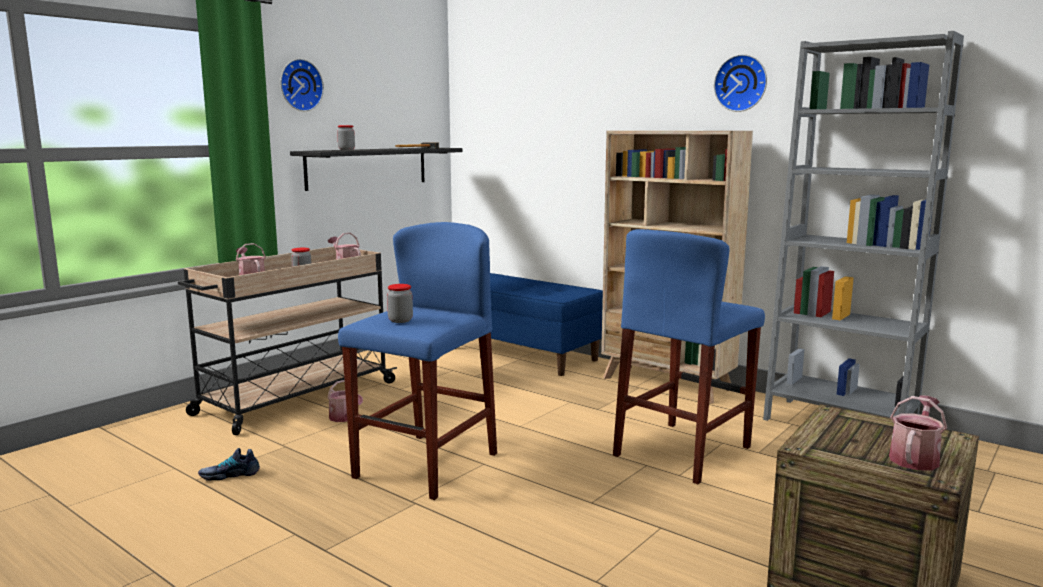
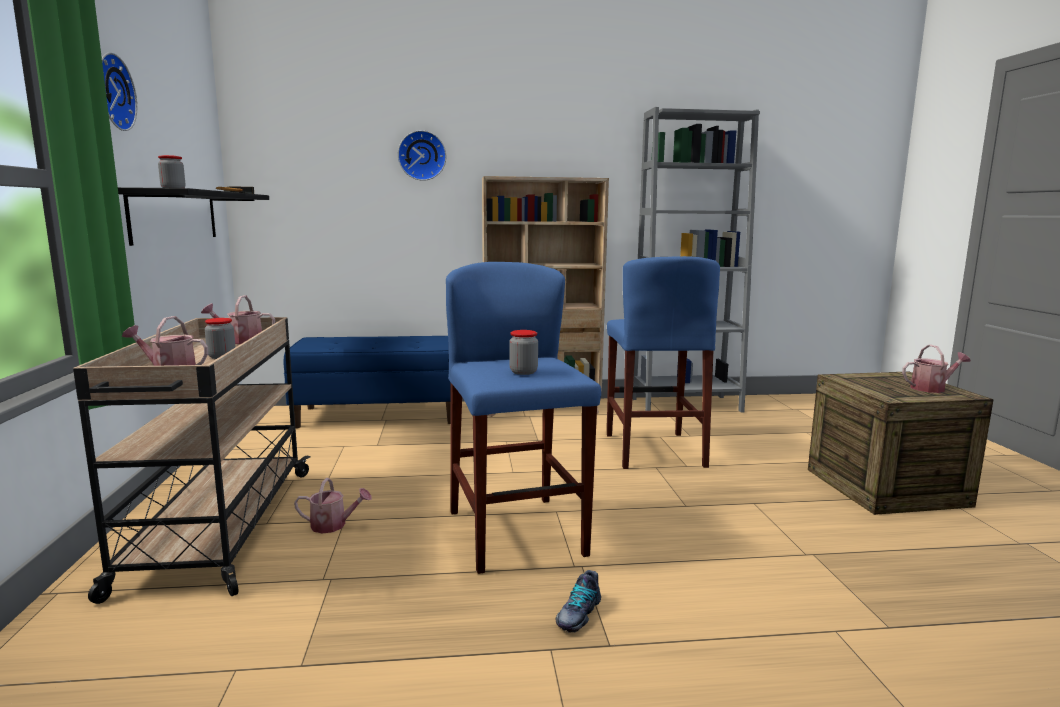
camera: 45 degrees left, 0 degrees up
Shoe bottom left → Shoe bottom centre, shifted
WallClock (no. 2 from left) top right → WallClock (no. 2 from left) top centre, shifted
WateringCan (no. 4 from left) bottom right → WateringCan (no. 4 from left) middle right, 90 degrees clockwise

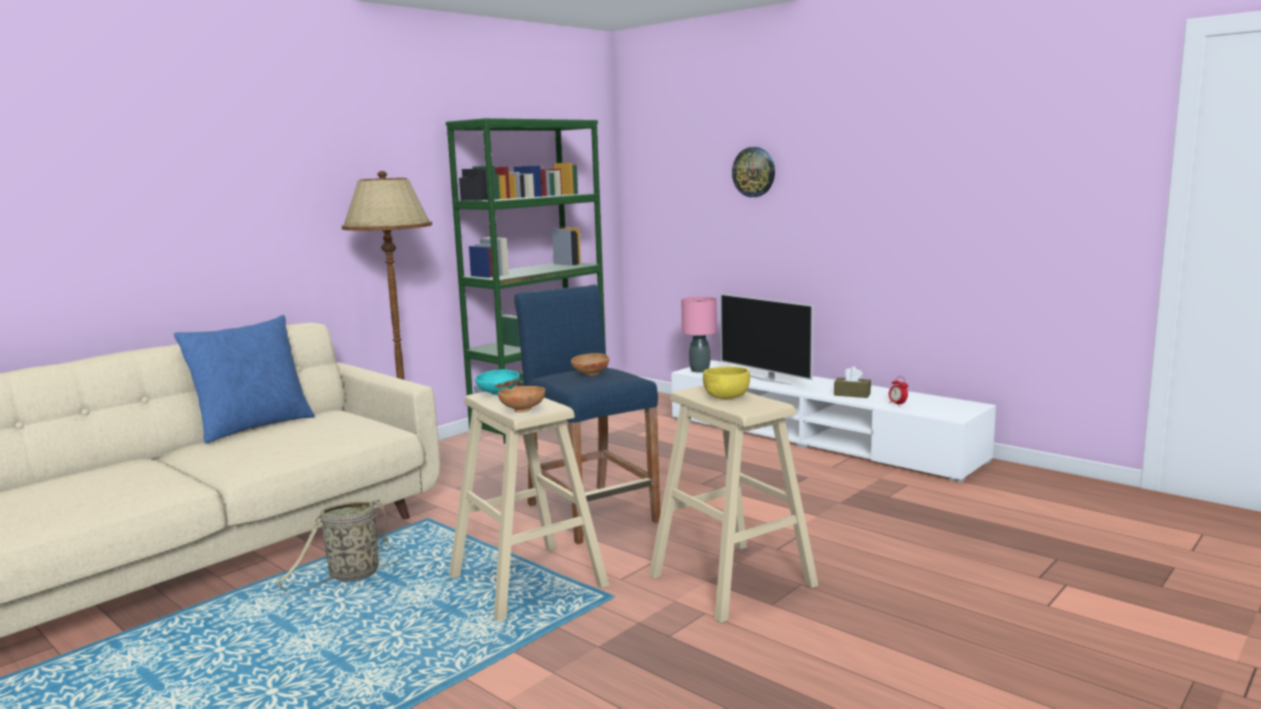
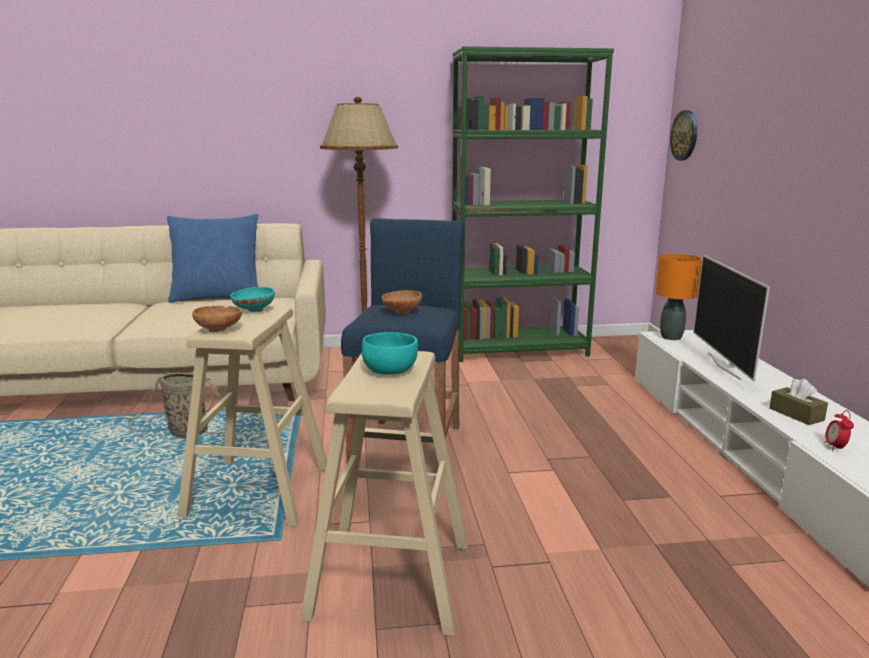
camera: 40 degrees right, 5 degrees up
WallClock top centre → WallClock top right, shifted
PinkTableLamp centre → OrangeTableLamp middle right
YellowBowl centre → TurquoiseBowl (no. 2 from left) centre

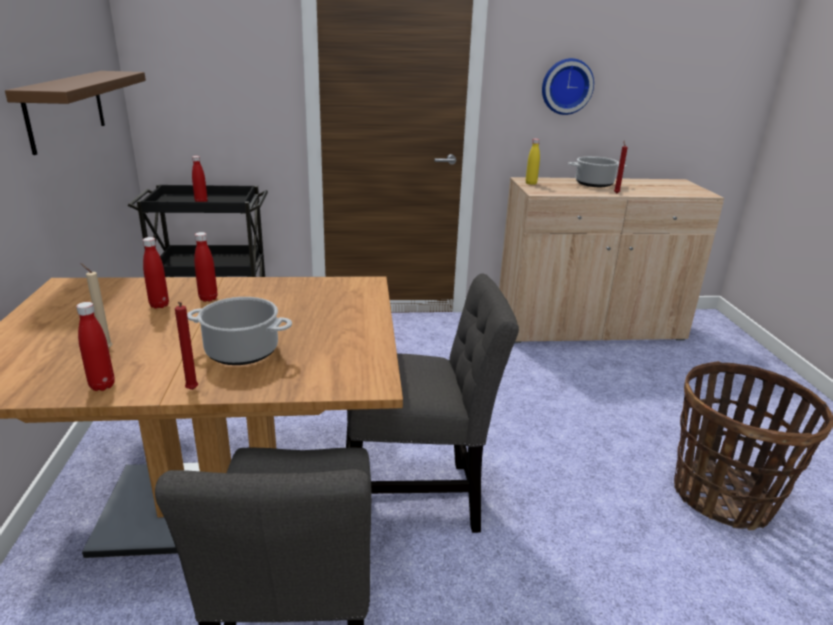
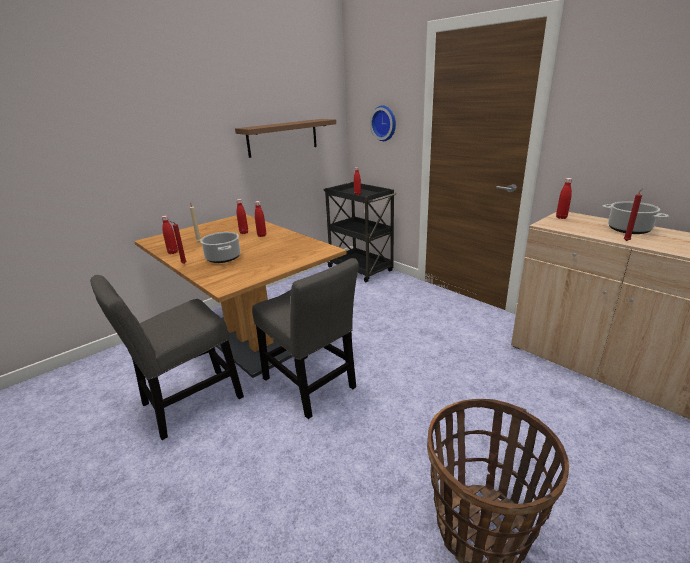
camera: 55 degrees right, 0 degrees up
WallClock top right → WallClock top centre, shifted
YellowBottle top centre → RedBottle (no. 5 from left) middle right

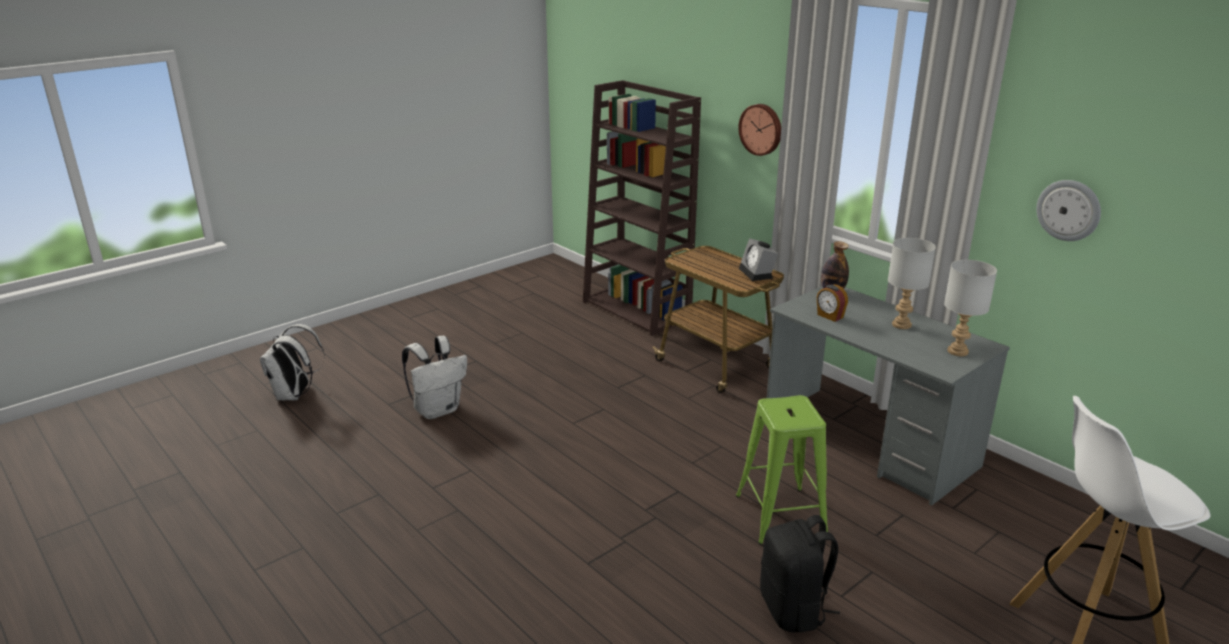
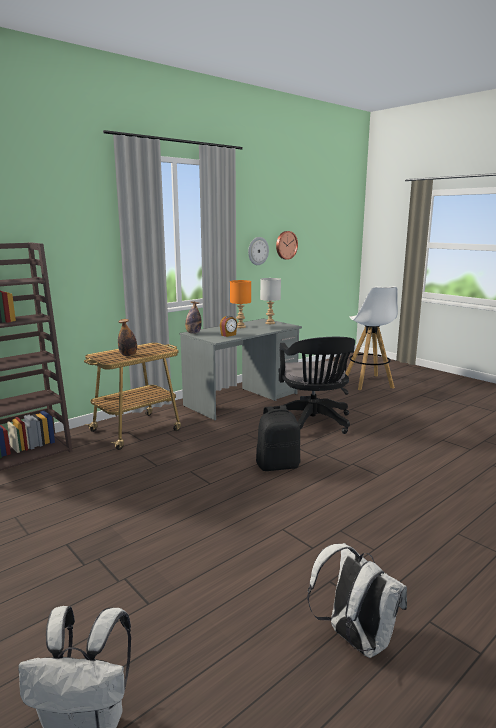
camera: 90 degrees left, 10 degrees down
AlarmClock (no. 1 from left) centre → -
- → Bottle (no. 1 from left) middle left
WhiteBackpack (no. 2 from left) centre → WhiteBackpack (no. 2 from left) bottom right, shifted
WallClock (no. 1 from left in the first image) top centre → WallClock (no. 2 from left) centre, shifted
BlackBackpack bottom centre → BlackBackpack centre, shifted
GreenStool bottom centre → BlackOfficeChair centre
GreyTableLamp (no. 1 from left) middle right → OrangeTableLamp centre

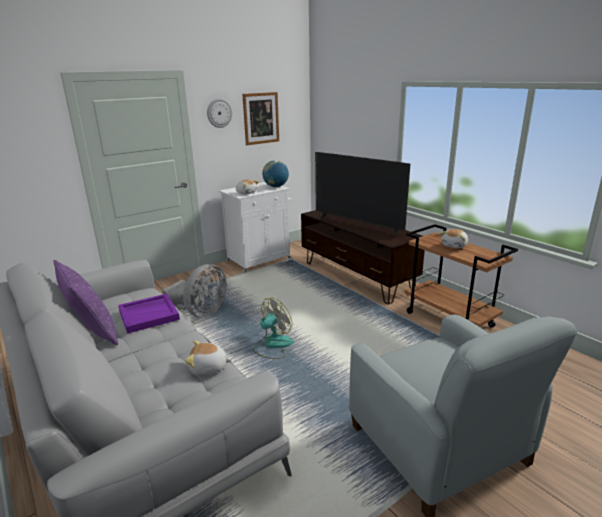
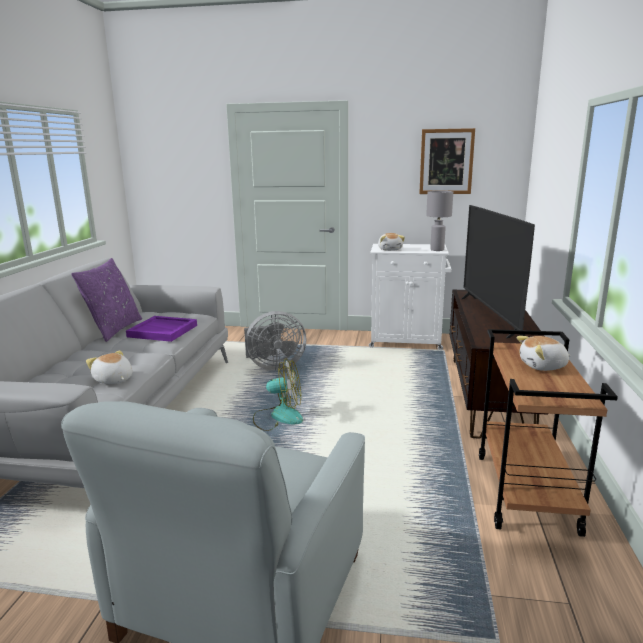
camera: 45 degrees right, 5 degrees down
WallClock top centre → -
Globe centre → GreyTableLamp middle right

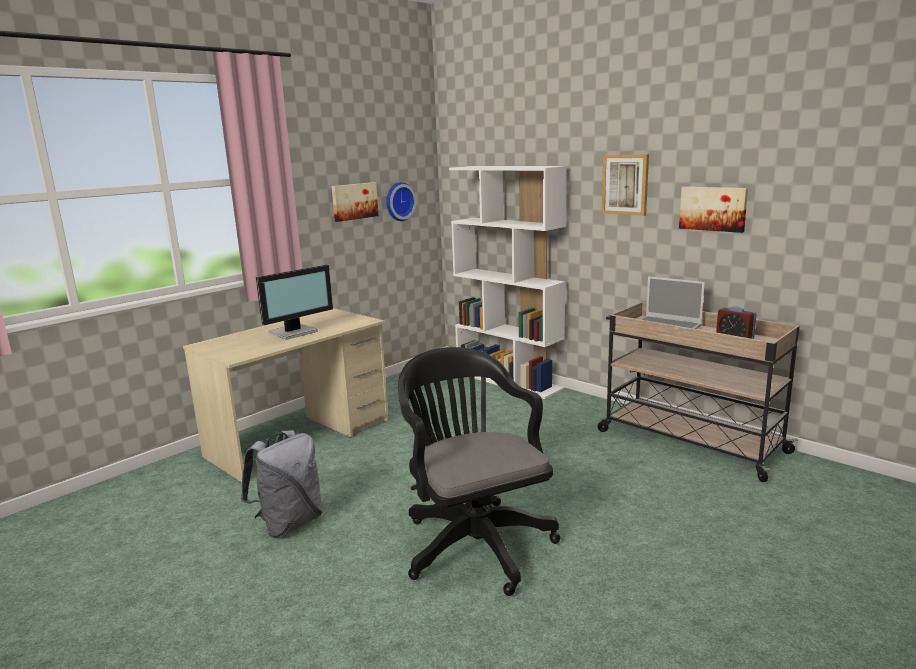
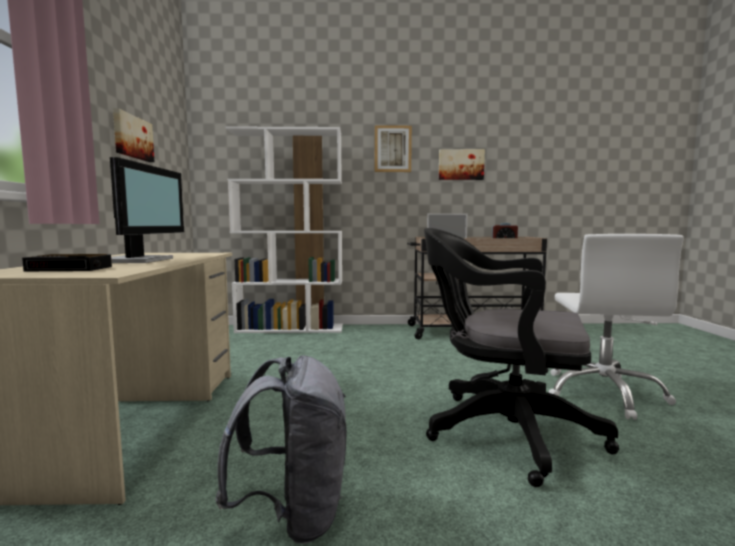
camera: 45 degrees left, 10 degrees down
WallClock top centre → -
- → AlarmClock (no. 1 from left) middle left
- → WhiteOfficeChair middle right

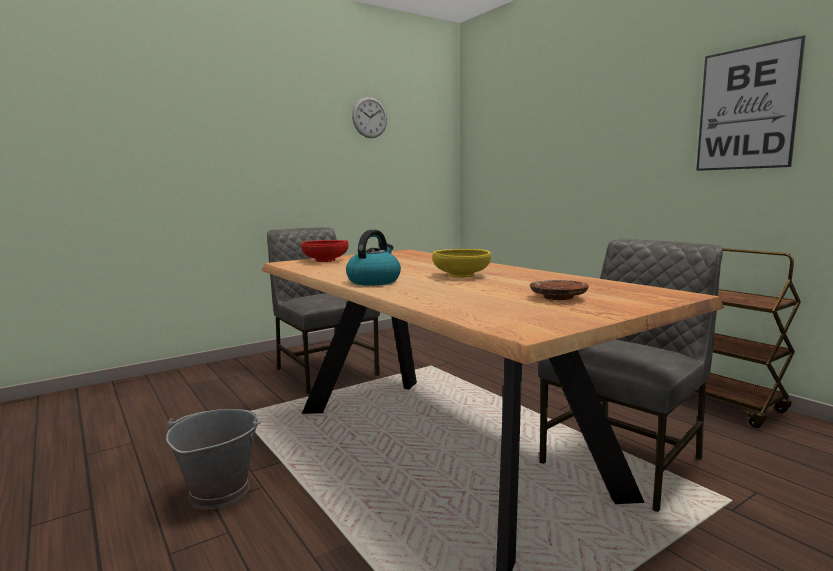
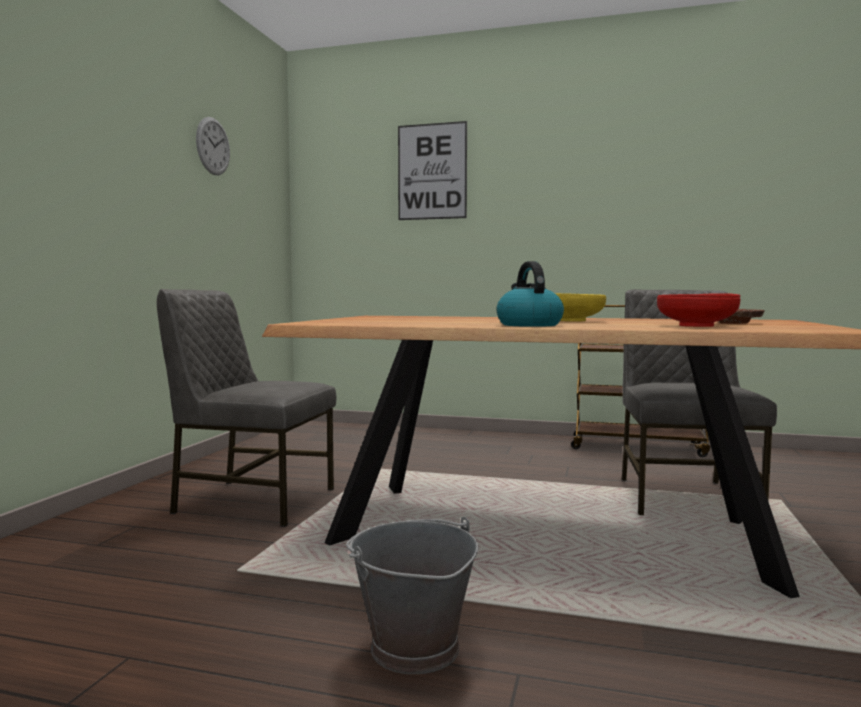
camera: 40 degrees left, 5 degrees down
RedBowl centre → RedBowl middle right, shifted
Picture top right → Picture top centre, shifted

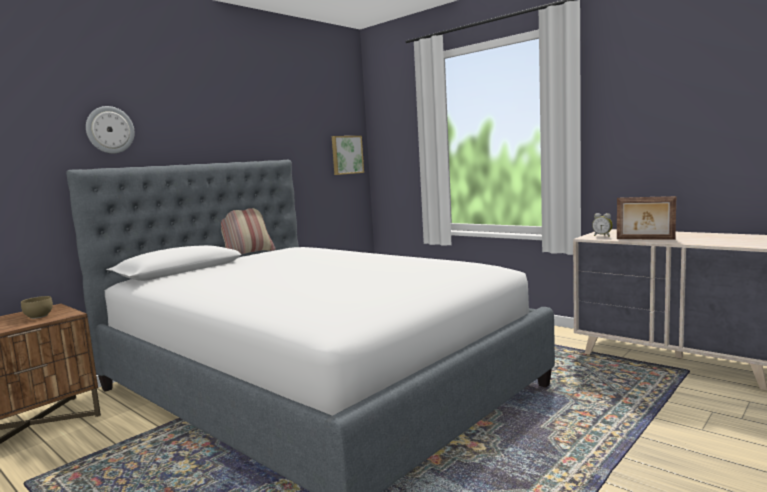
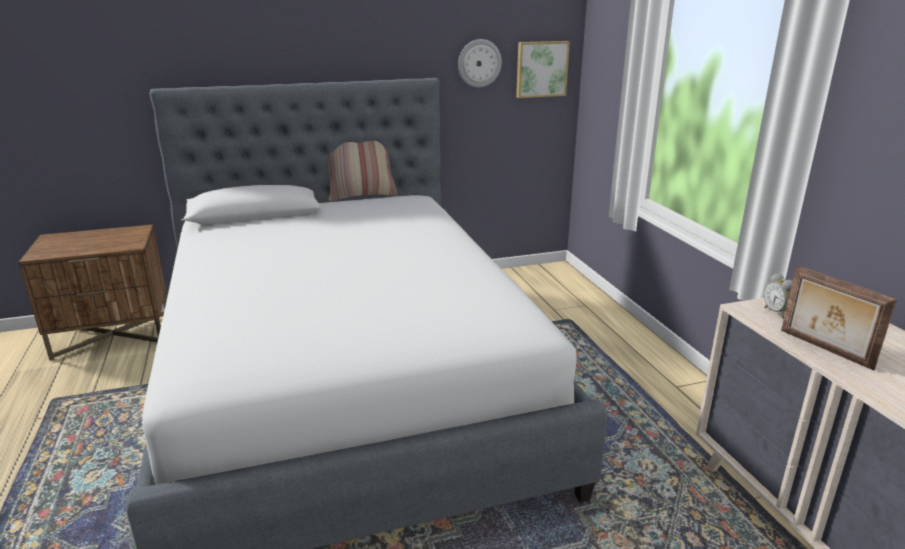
camera: 30 degrees right, 15 degrees up
BrownBowl middle left → -
WallClock top left → WallClock top centre, shifted

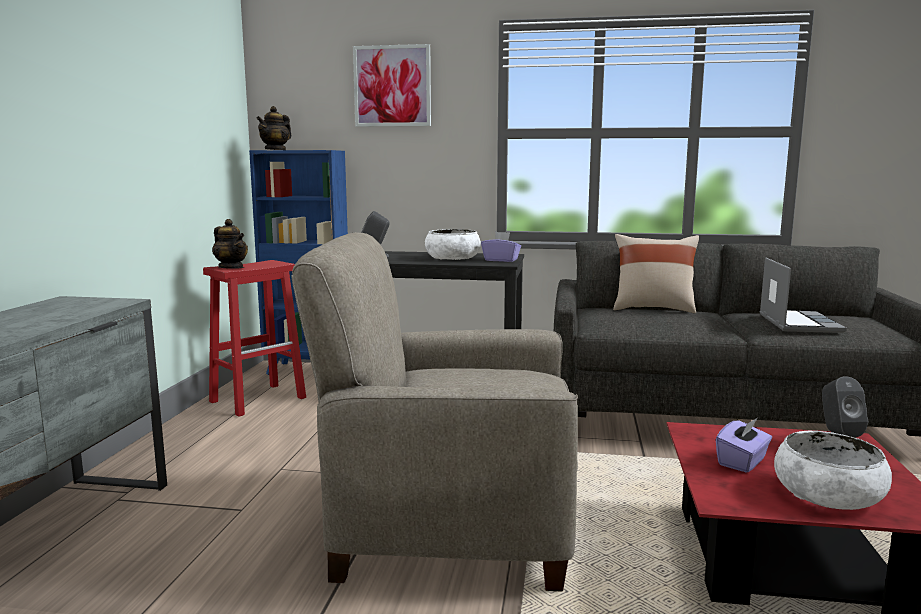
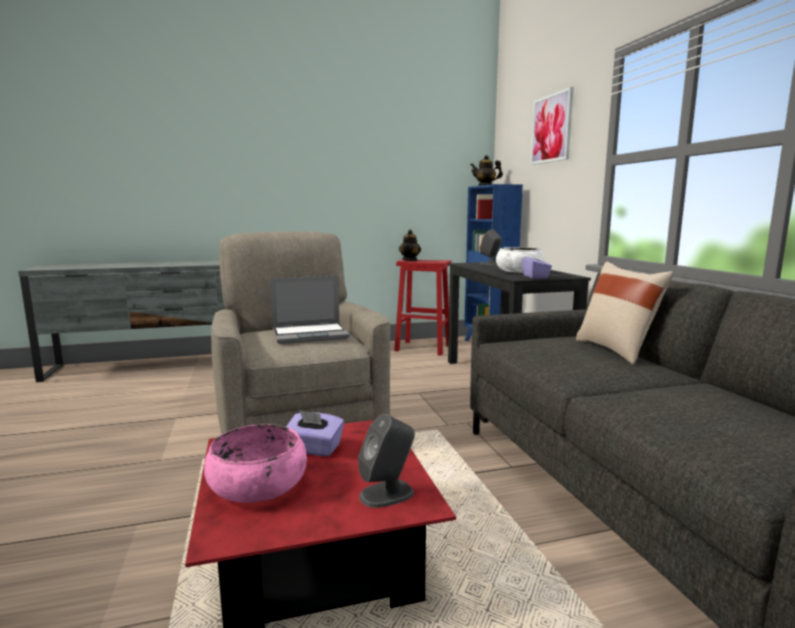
camera: 65 degrees right, 0 degrees up
Laptop middle right → Laptop centre, shifted
WhiteBowl (no. 2 from left) bottom right → PinkBowl bottom left

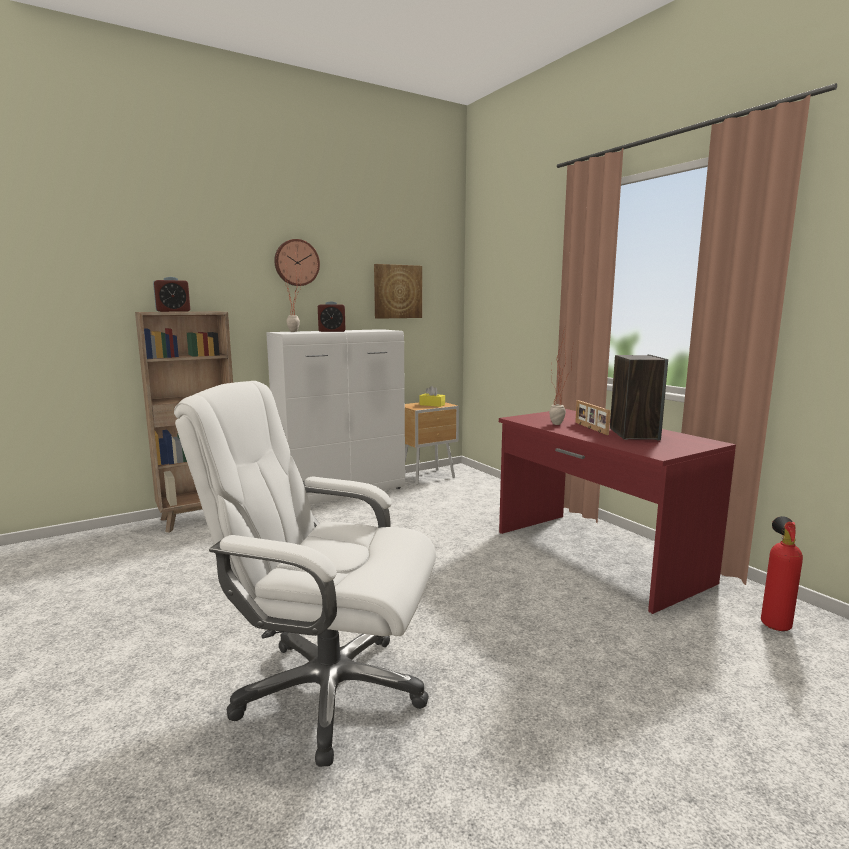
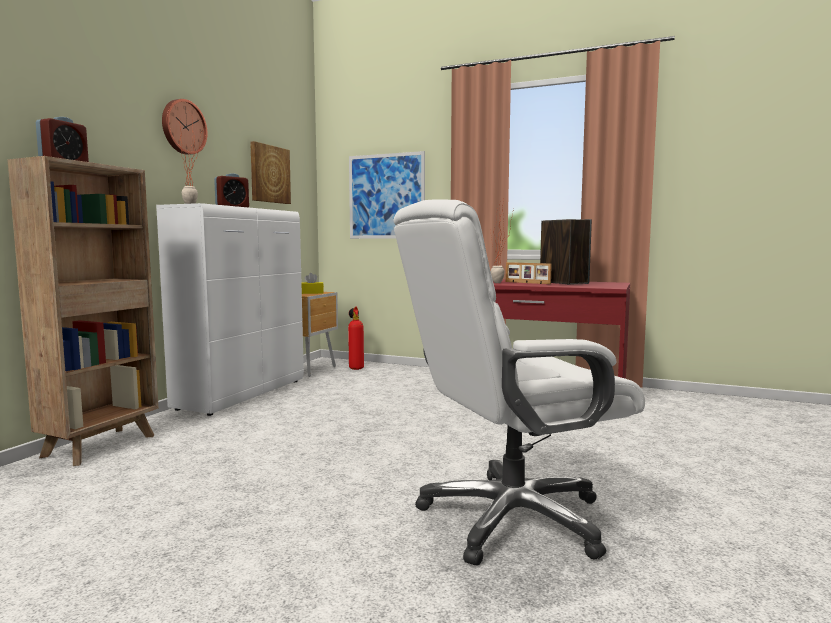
camera: 35 degrees left, 5 degrees down
- → Picture (no. 2 from left) top centre
FireExtinguisher bottom right → FireExtinguisher centre, shifted

